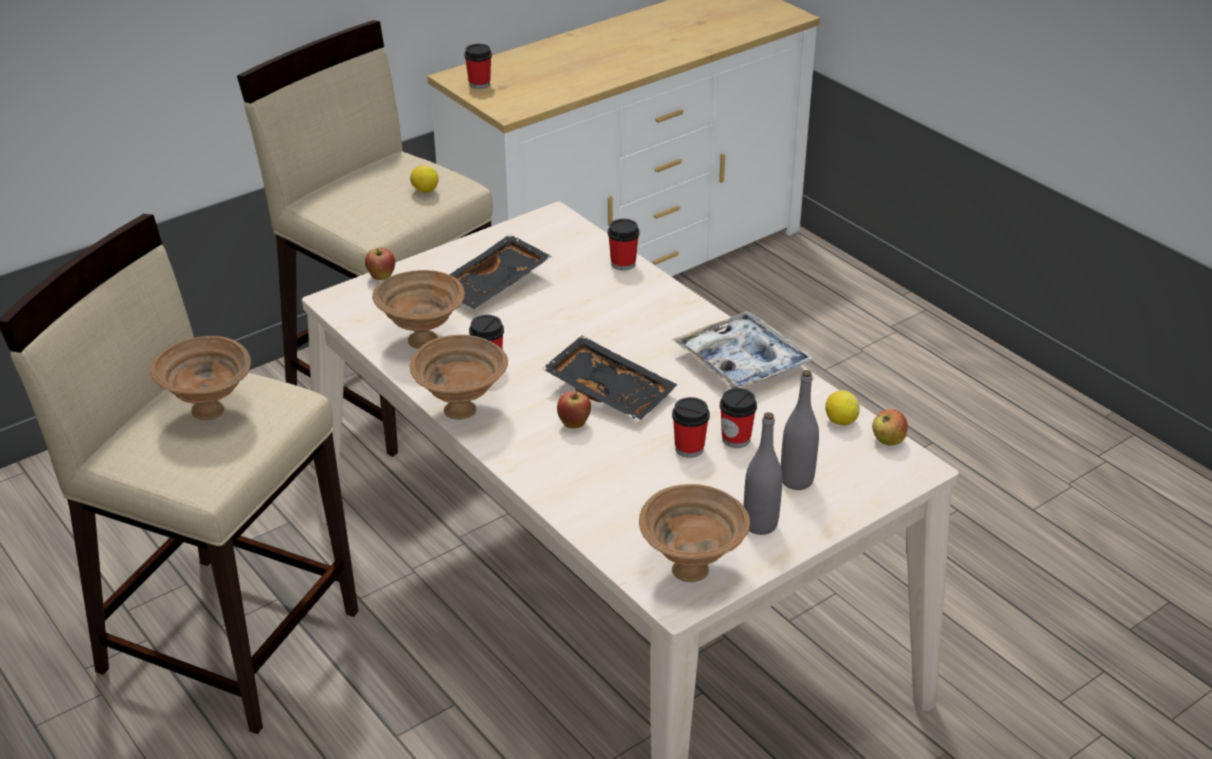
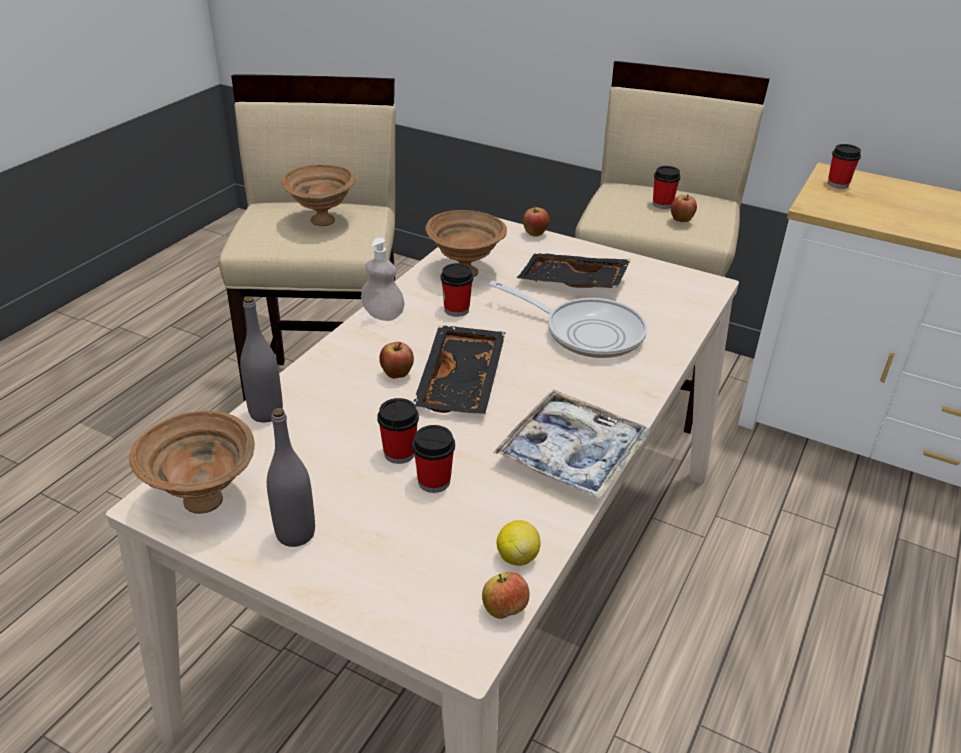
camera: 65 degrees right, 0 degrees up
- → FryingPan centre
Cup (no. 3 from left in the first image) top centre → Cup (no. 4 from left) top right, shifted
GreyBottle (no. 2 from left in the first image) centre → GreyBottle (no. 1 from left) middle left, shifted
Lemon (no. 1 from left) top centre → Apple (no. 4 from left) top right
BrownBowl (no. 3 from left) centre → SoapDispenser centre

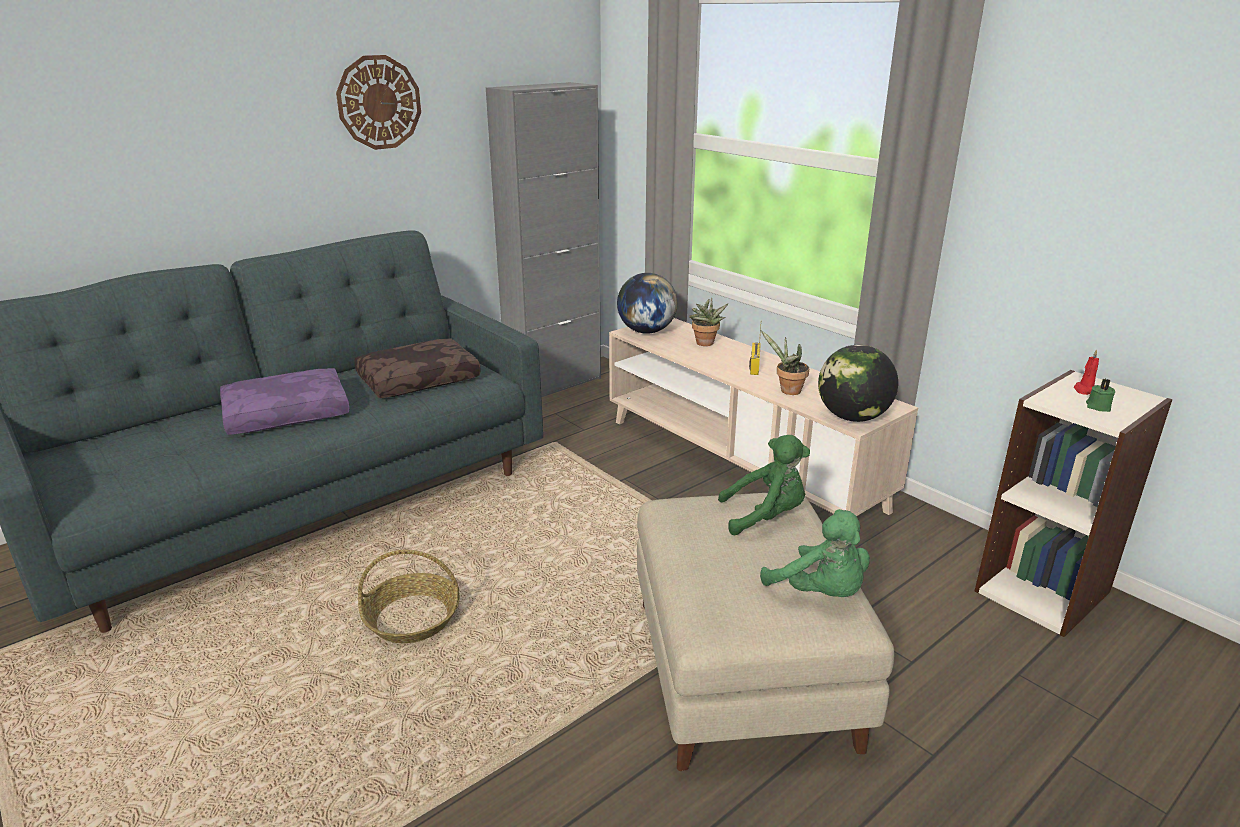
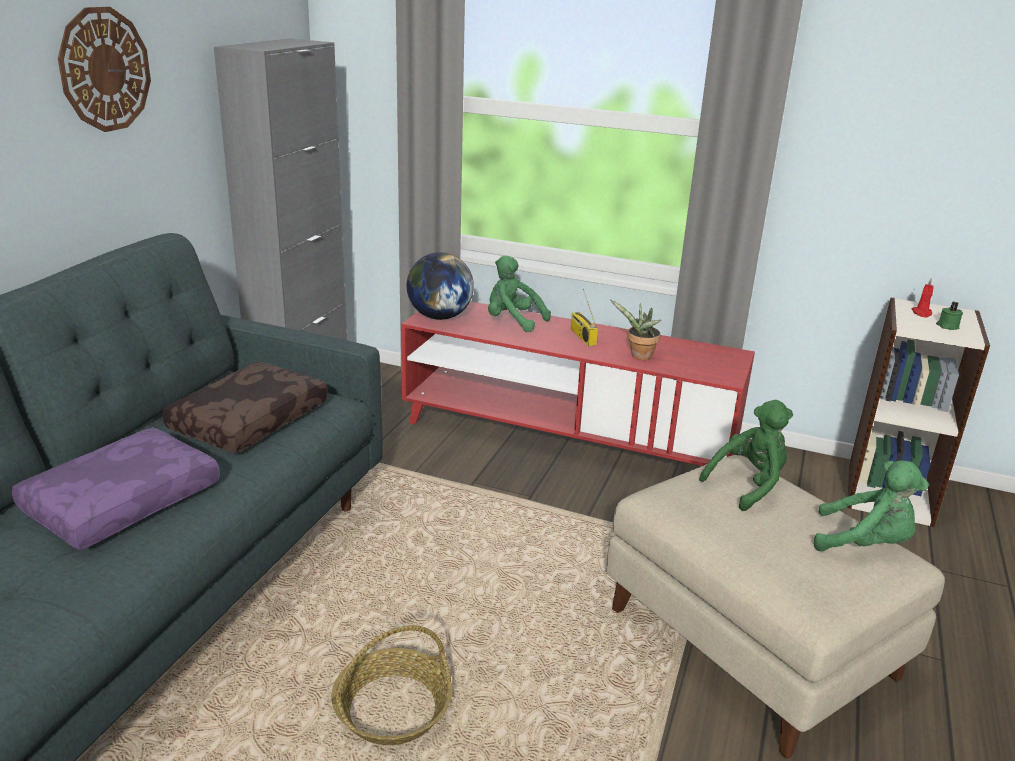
camera: 30 degrees left, 0 degrees up
Globe (no. 2 from left) middle right → -
PottedPlant (no. 1 from left) centre → GreenPlushToy (no. 1 from left) centre
BeigeTvStand centre → RedTvStand centre

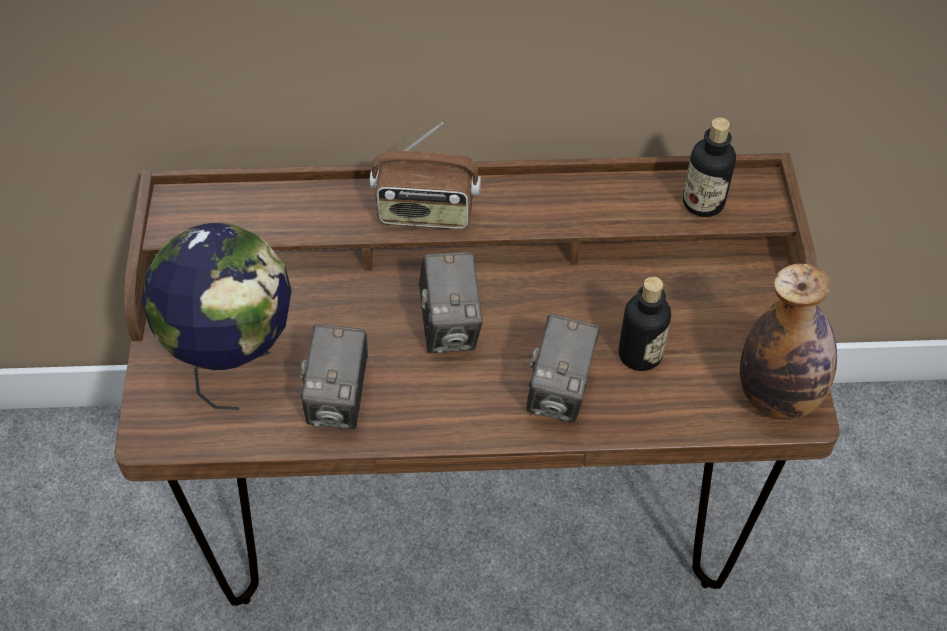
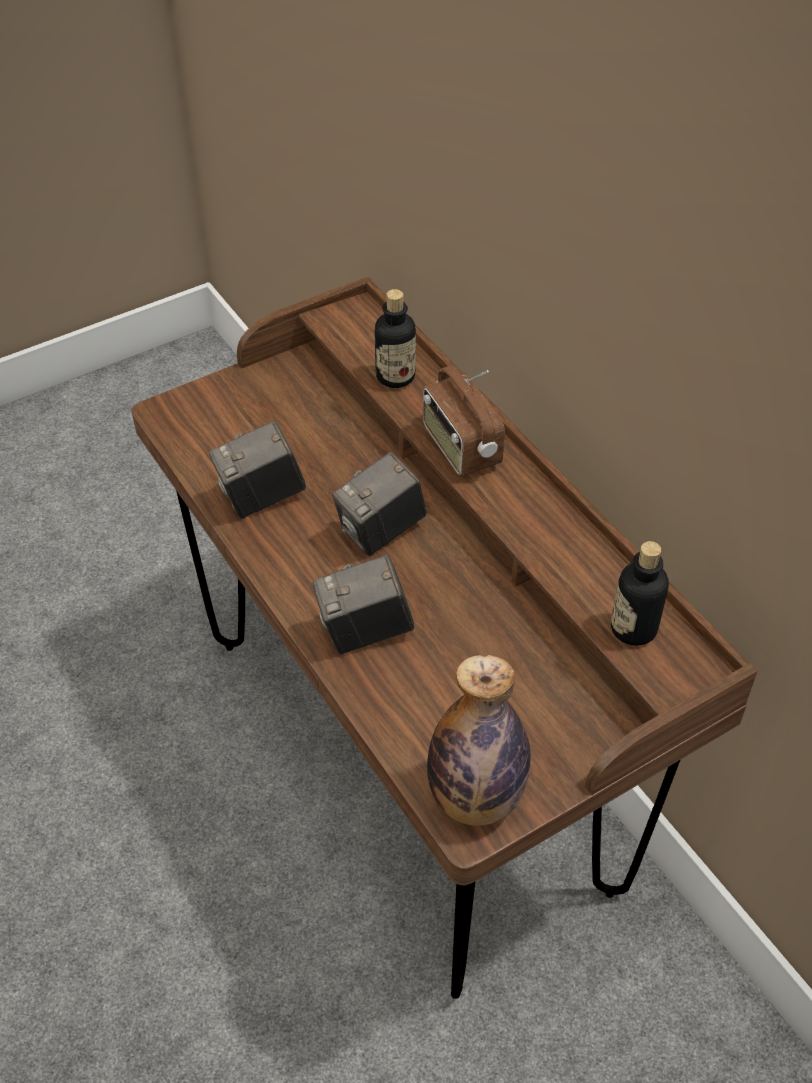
camera: 60 degrees right, 5 degrees down
Globe middle left → -
Bottle (no. 1 from left) middle right → Bottle (no. 1 from left) top centre, shifted

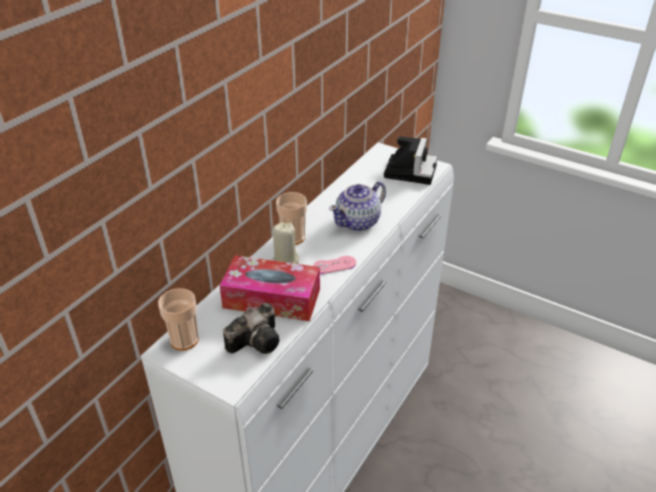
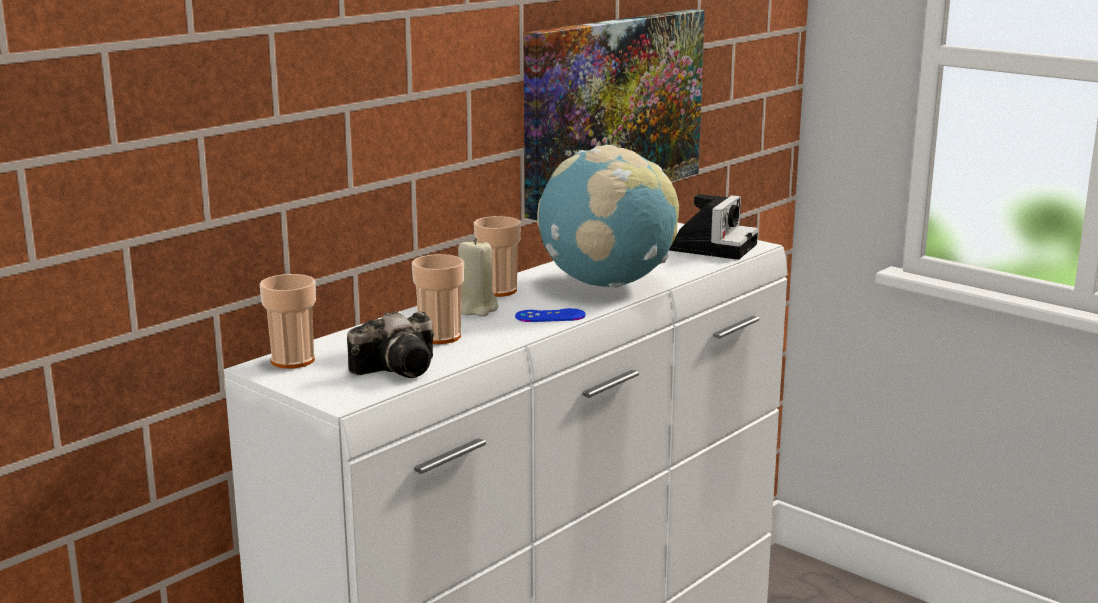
camera: 10 degrees right, 20 degrees down
- → Picture top centre
TissueBox centre → Cup (no. 2 from left) centre
Teapot centre → Globe centre
PinkGameController centre → BlueGameController centre

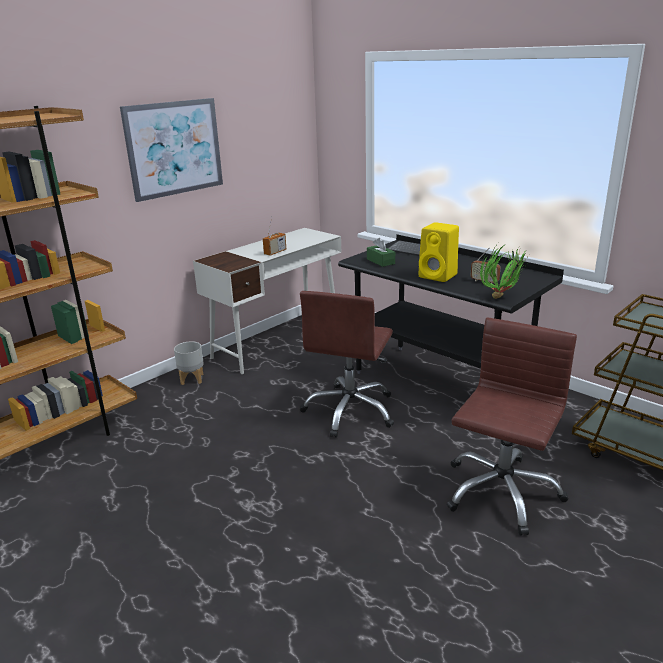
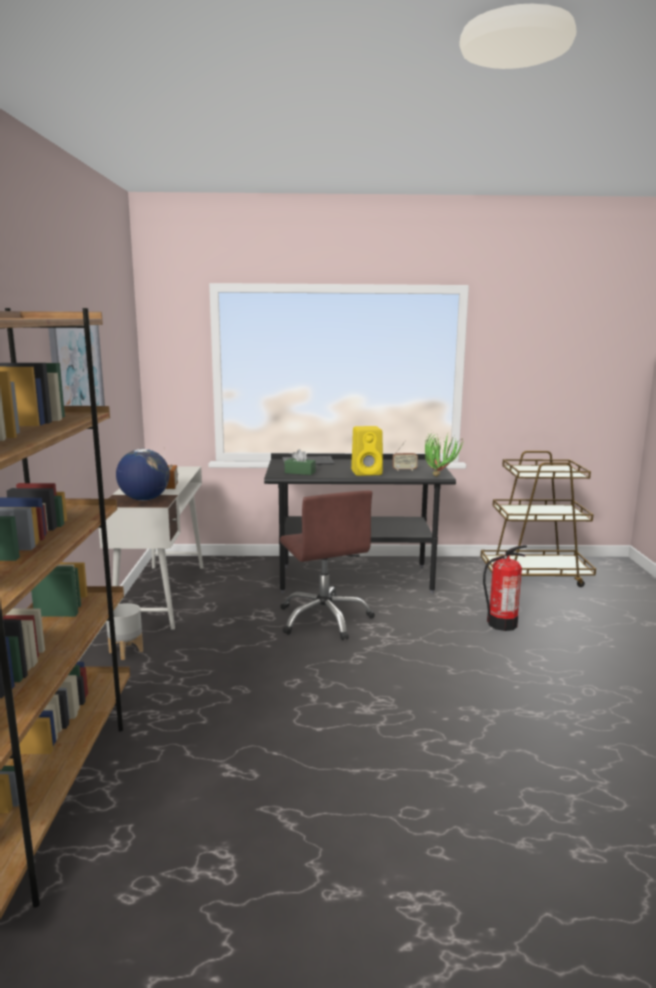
camera: 45 degrees left, 10 degrees down
- → Globe middle left
BrownOfficeChair (no. 2 from left) middle right → FireExtinguisher middle right

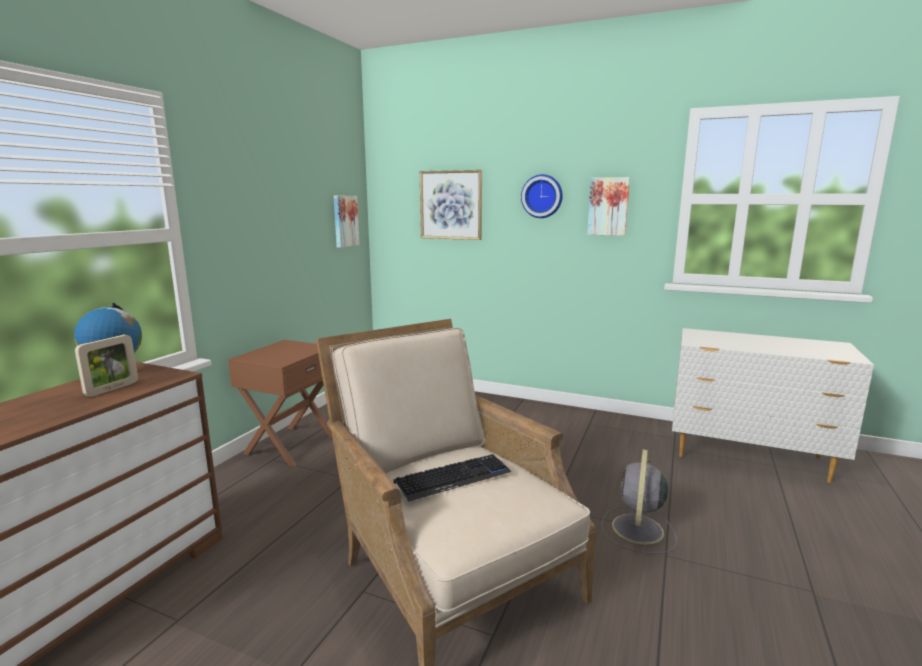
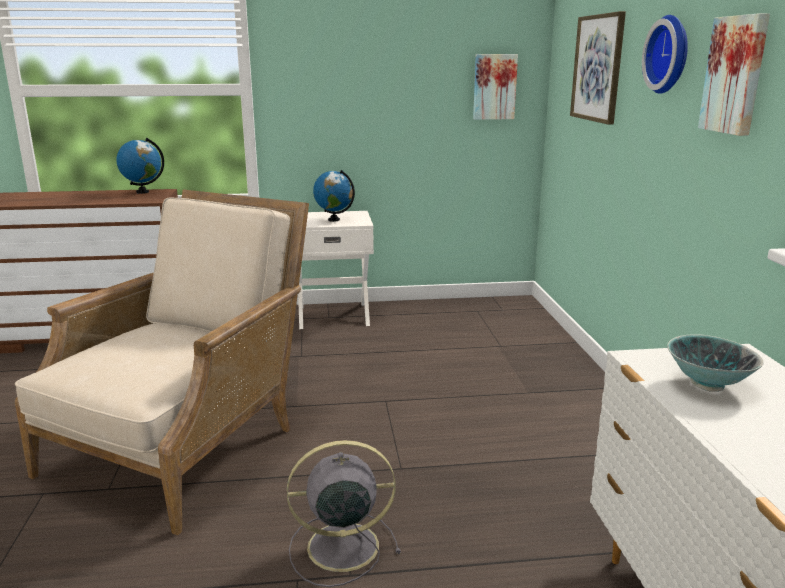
camera: 60 degrees right, 5 degrees up
PictureFrame middle left → -
Keyboard bottom centre → -
- → Globe (no. 2 from left) centre
- → Bowl middle right
BrownNightstand middle left → WhiteNightstand centre

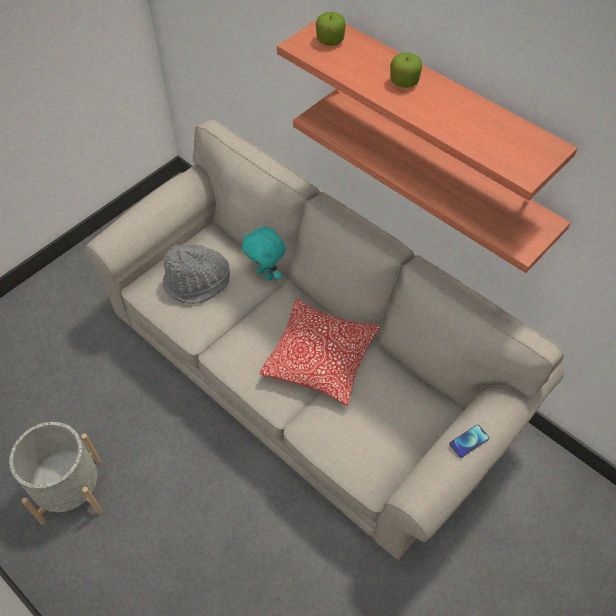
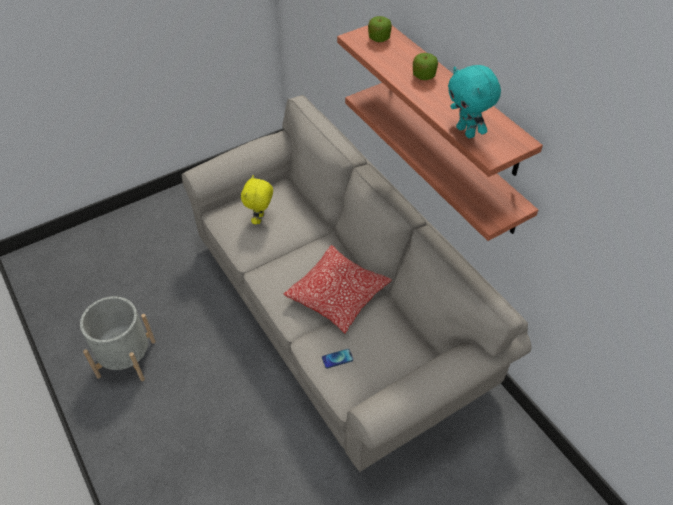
camera: 15 degrees right, 5 degrees down
TurquoisePlushToy centre → TurquoisePlushToy top right, shifted
Phone bottom right → Phone bottom centre, shifted
GreyHat middle left → YellowPlushToy centre

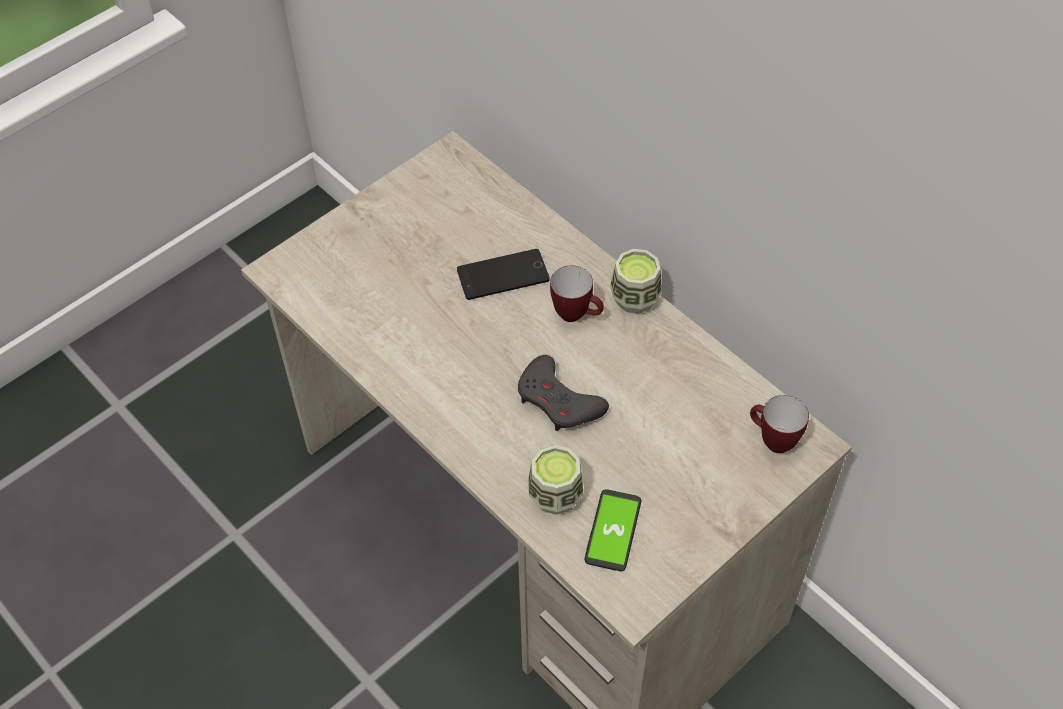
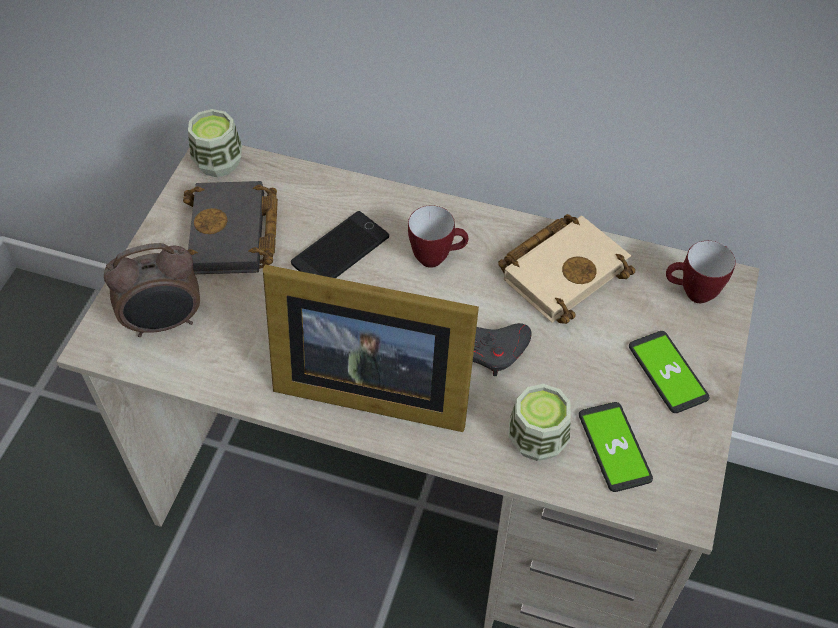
camera: 30 degrees left, 0 degrees up
- → AlarmClock middle left
- → BlackBook middle left
- → PictureFrame centre
- → BeigeBook middle right
- → Phone (no. 3 from left) middle right
Cup (no. 2 from left in the first image) centre → Cup (no. 1 from left) top left, shifted

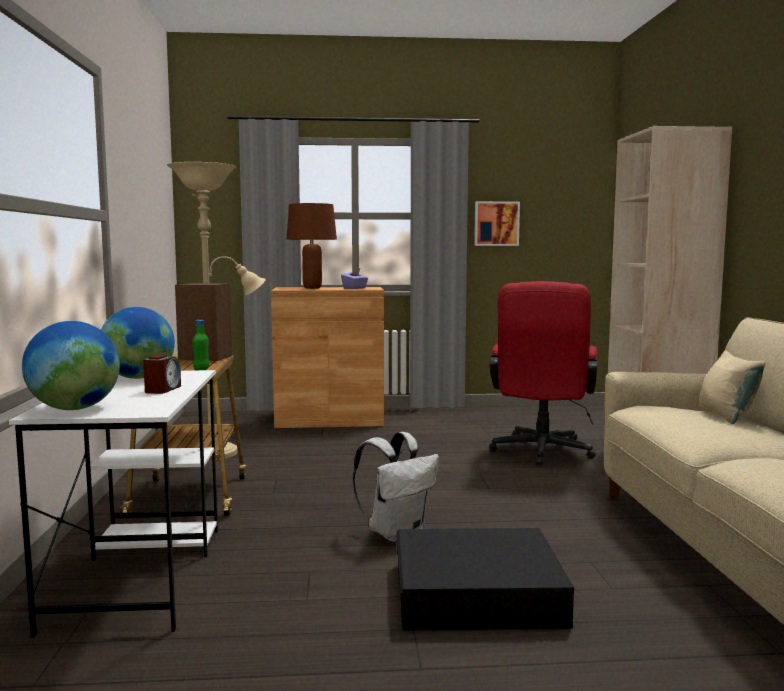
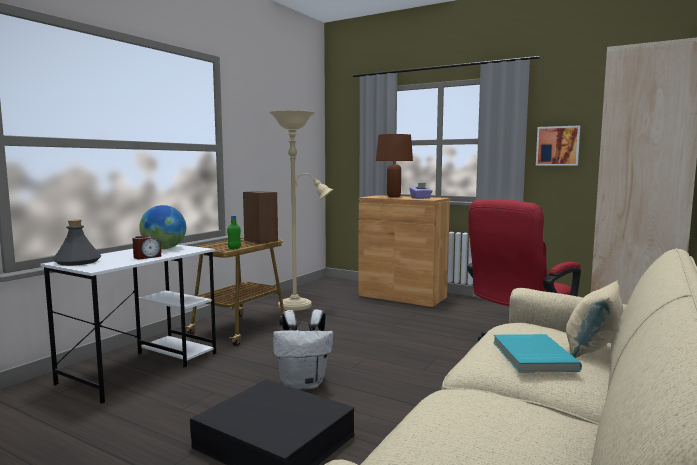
camera: 35 degrees right, 0 degrees up
- → TurquoiseBook bottom right
Globe (no. 1 from left) middle left → GreyBottle middle left

